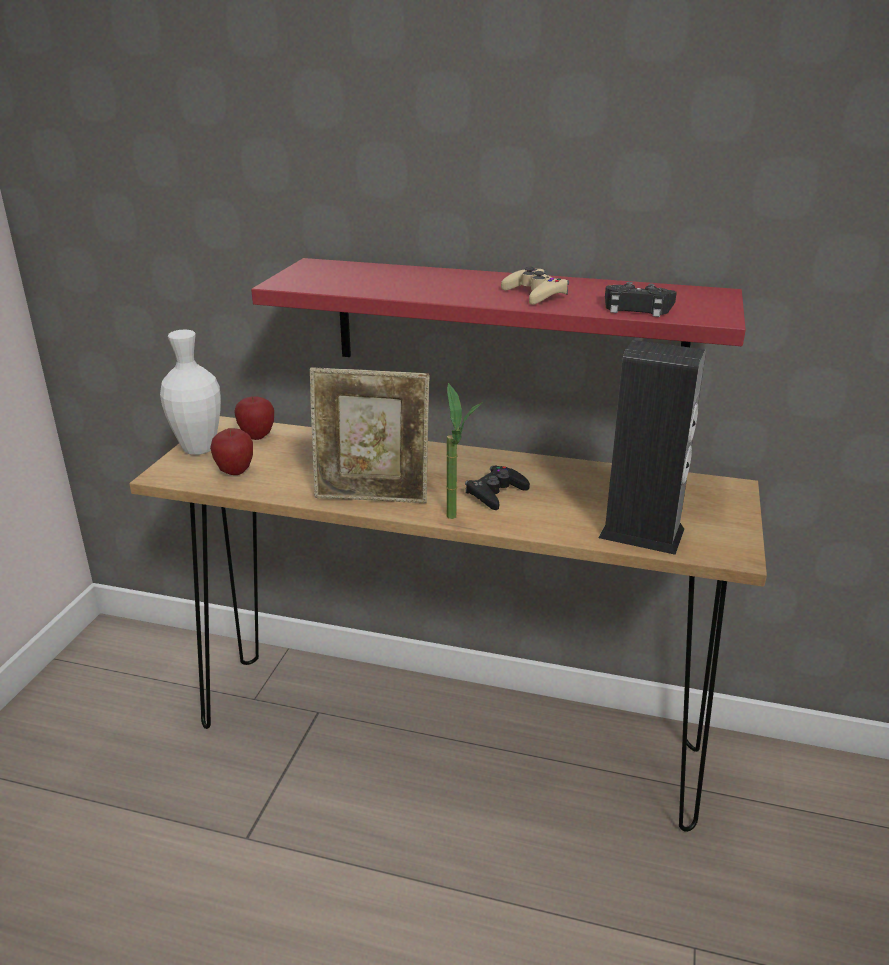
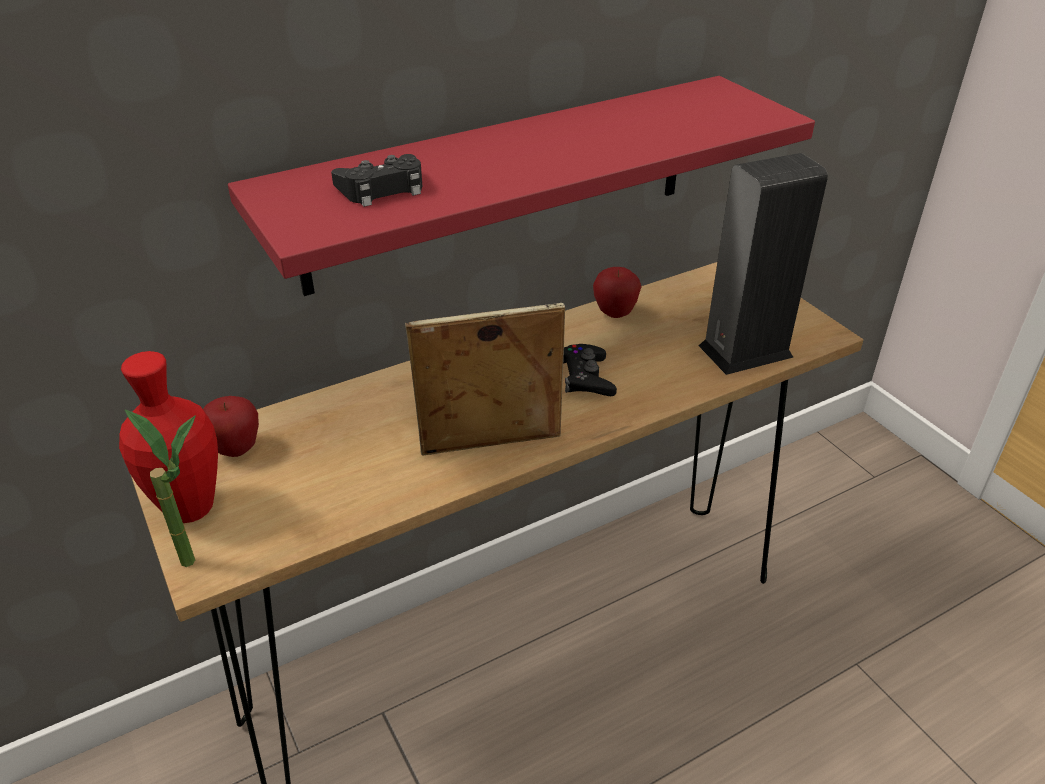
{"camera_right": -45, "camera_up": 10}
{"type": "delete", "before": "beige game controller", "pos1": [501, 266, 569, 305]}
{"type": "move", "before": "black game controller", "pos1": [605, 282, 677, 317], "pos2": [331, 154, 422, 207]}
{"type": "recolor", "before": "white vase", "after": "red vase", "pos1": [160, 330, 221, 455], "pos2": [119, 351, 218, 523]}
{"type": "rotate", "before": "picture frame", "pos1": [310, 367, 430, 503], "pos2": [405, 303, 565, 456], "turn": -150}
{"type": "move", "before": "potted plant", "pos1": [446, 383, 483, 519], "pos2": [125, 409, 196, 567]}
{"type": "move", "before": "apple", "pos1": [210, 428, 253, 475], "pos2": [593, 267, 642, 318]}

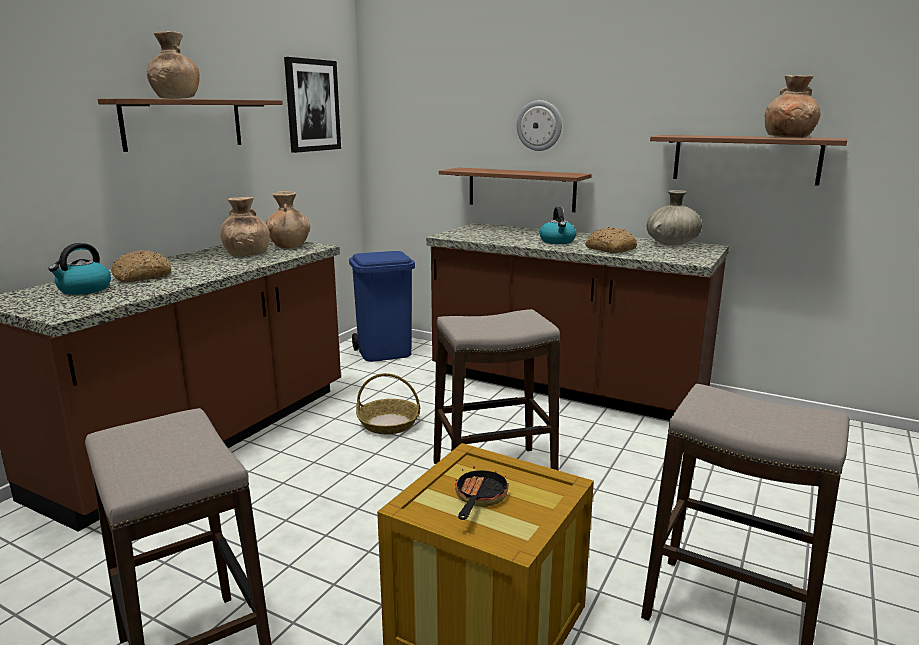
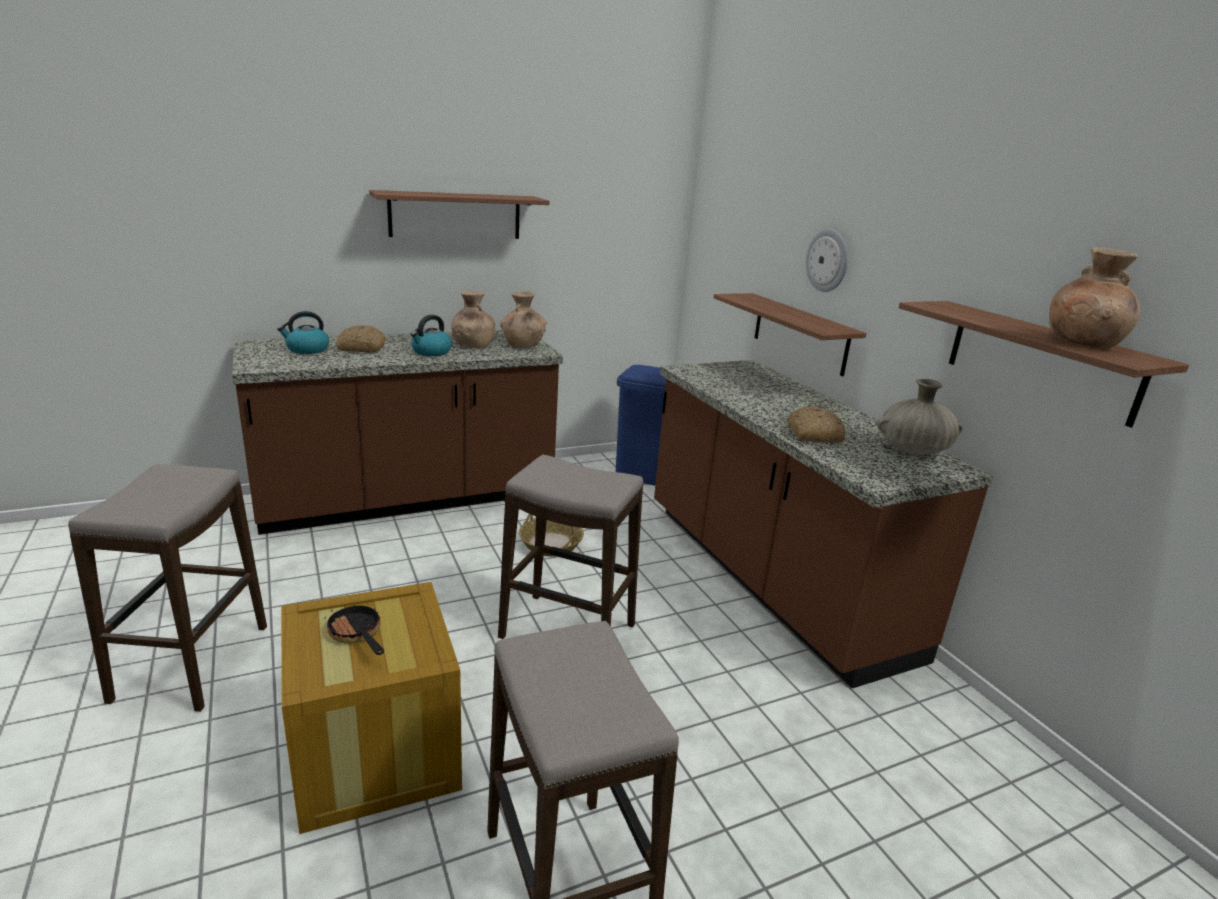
{"camera_right": 35, "camera_up": 5}
{"type": "delete", "before": "brown vase", "pos1": [147, 31, 200, 99]}
{"type": "delete", "before": "picture", "pos1": [284, 57, 341, 153]}
{"type": "move", "before": "kettle", "pos1": [540, 207, 576, 244], "pos2": [410, 315, 452, 356]}
{"type": "rotate", "before": "frying pan", "pos1": [455, 466, 509, 520], "pos2": [325, 602, 384, 655], "turn": -90}

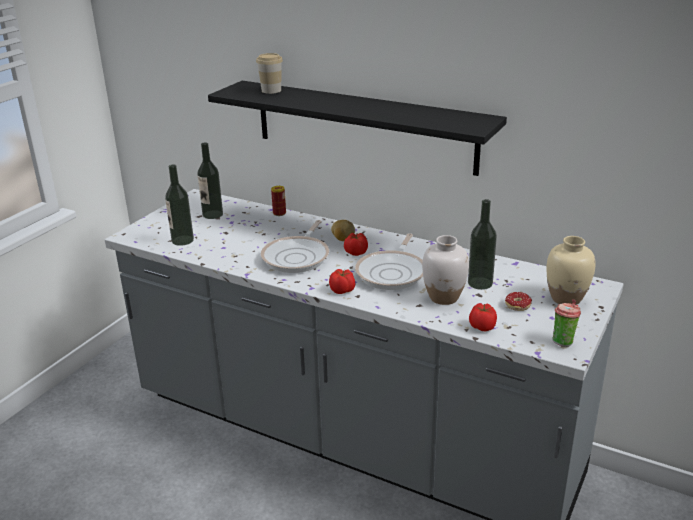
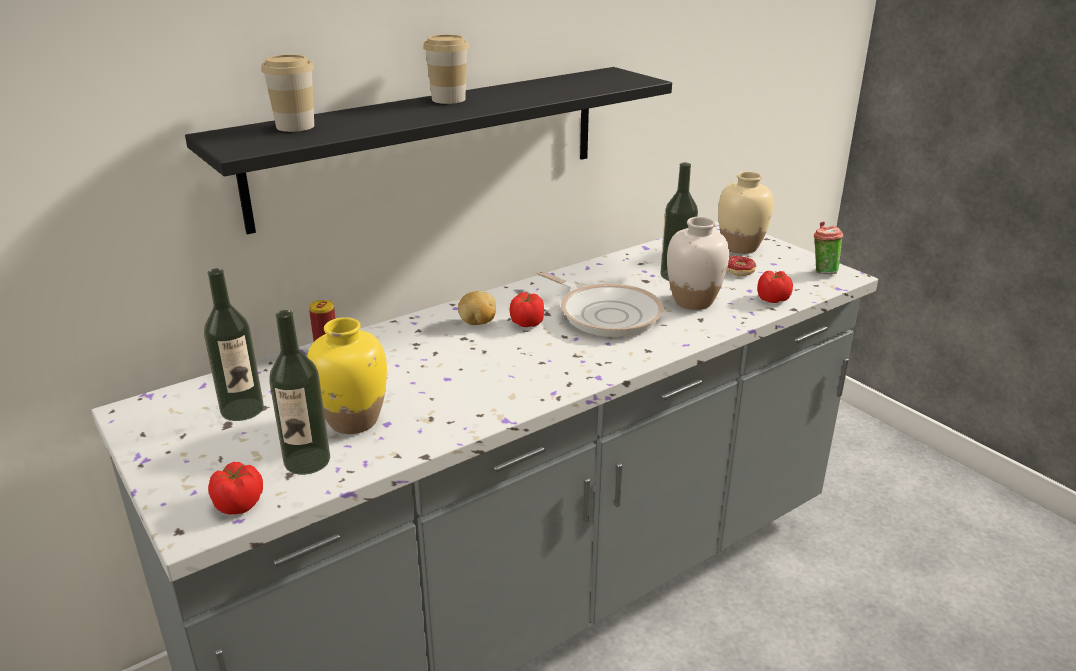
{"camera_right": -65, "camera_up": 0}
{"type": "delete", "before": "frying pan", "pos1": [261, 220, 329, 273]}
{"type": "move", "before": "tomato", "pos1": [329, 269, 356, 294], "pos2": [208, 462, 263, 515]}
{"type": "insert", "after": "cup", "pos2": [423, 34, 469, 104]}
{"type": "insert", "after": "yellow vase", "pos2": [307, 317, 387, 434]}

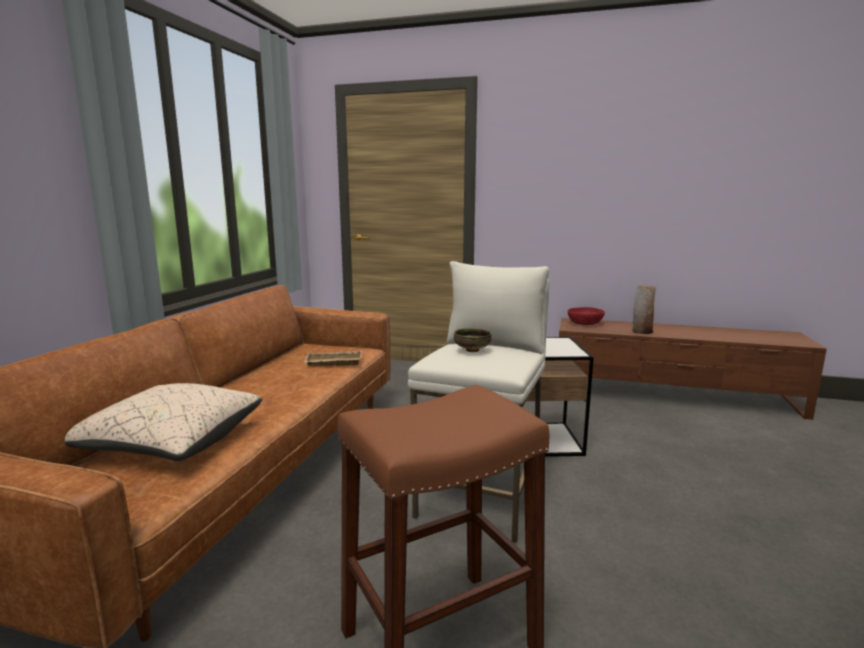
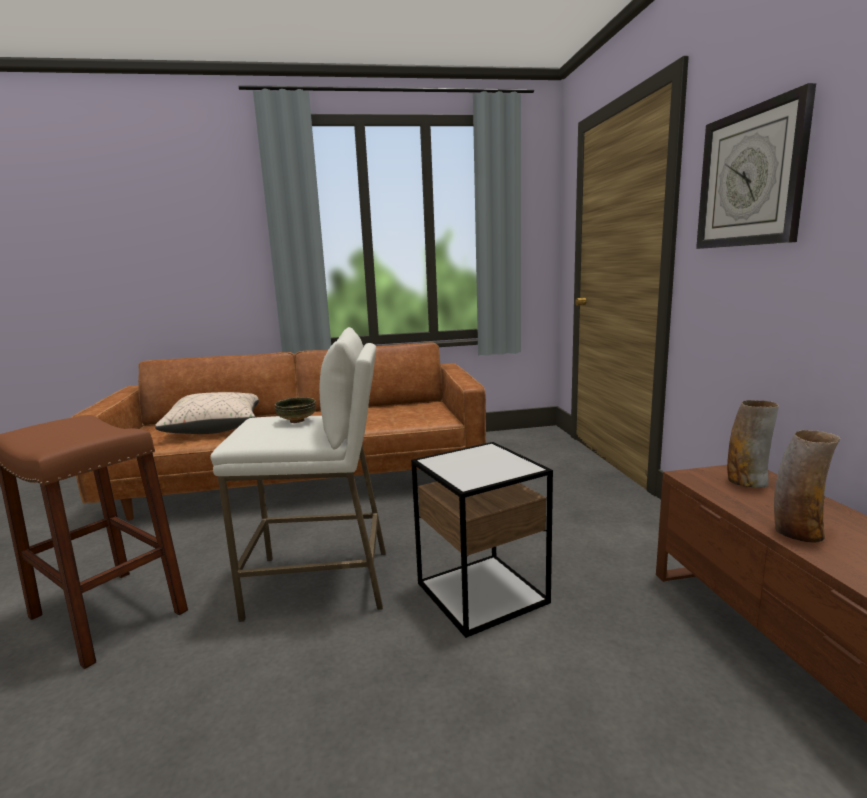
{"camera_right": 65, "camera_up": 0}
{"type": "replace", "before": "red bowl", "after": "vase", "pos1": [568, 307, 605, 325], "pos2": [727, 400, 779, 488]}
{"type": "delete", "before": "beige tray", "pos1": [304, 350, 362, 366]}
{"type": "insert", "after": "wall clock", "pos2": [696, 83, 816, 249]}

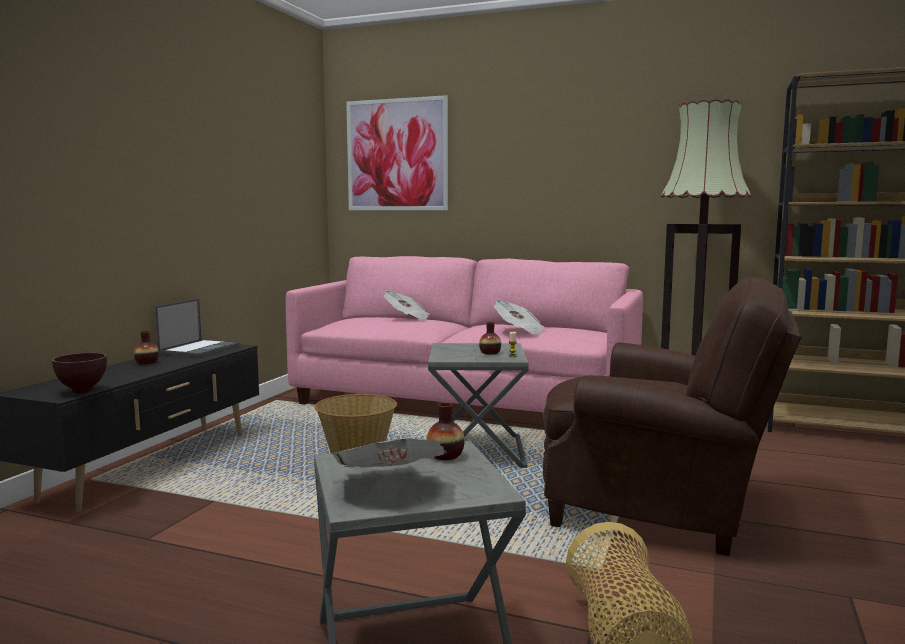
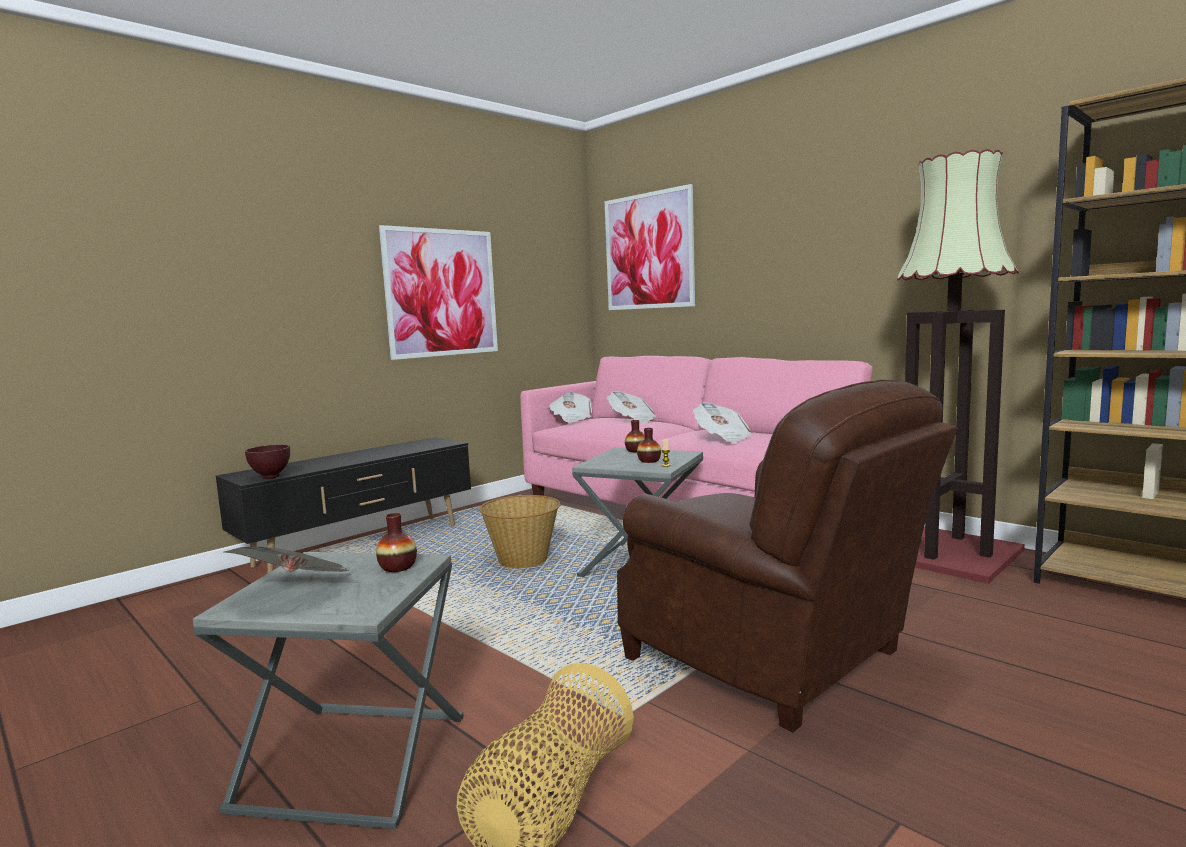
{"camera_right": 25, "camera_up": 0}
{"type": "delete", "before": "laptop", "pos1": [154, 299, 240, 357]}
{"type": "move", "before": "vase", "pos1": [134, 331, 159, 364], "pos2": [625, 420, 645, 452]}
{"type": "insert", "after": "picture", "pos2": [379, 225, 498, 360]}
{"type": "insert", "after": "newspaper", "pos2": [549, 392, 592, 423]}

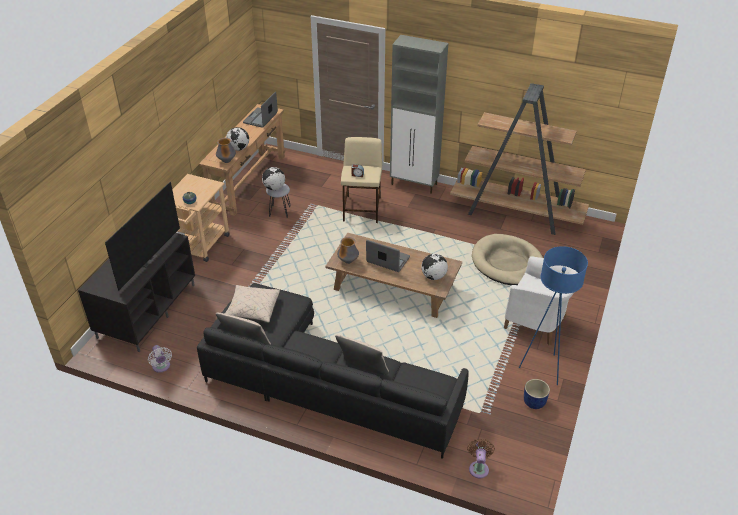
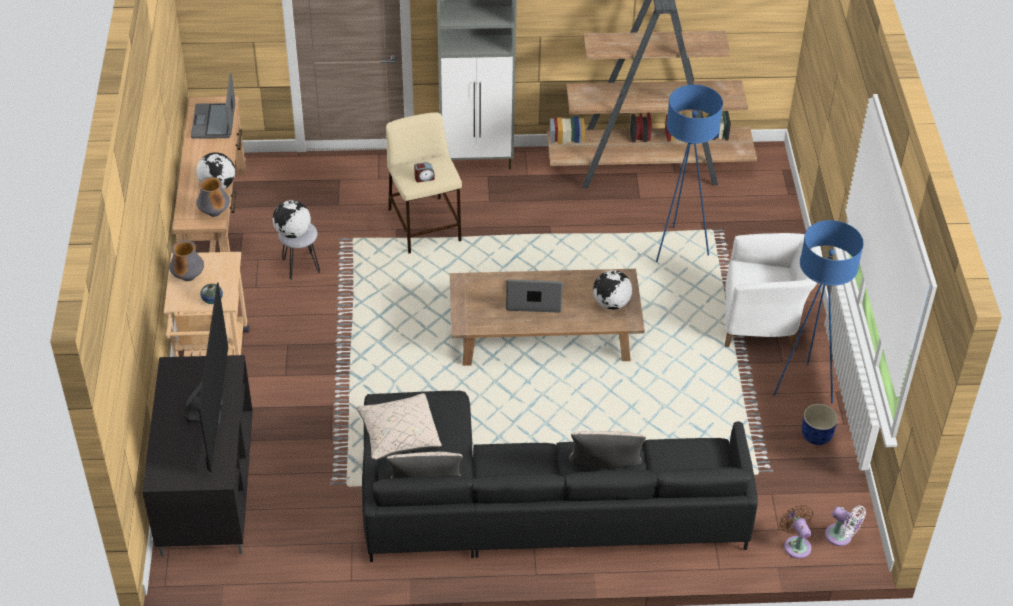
{"camera_right": -25, "camera_up": 5}
{"type": "replace", "before": "beige dog bed", "after": "blue floor lamp", "pos1": [472, 234, 543, 285], "pos2": [656, 85, 723, 262]}
{"type": "move", "before": "vase", "pos1": [337, 237, 359, 264], "pos2": [169, 240, 204, 281]}
{"type": "move", "before": "white fan", "pos1": [148, 345, 172, 373], "pos2": [825, 506, 866, 546]}

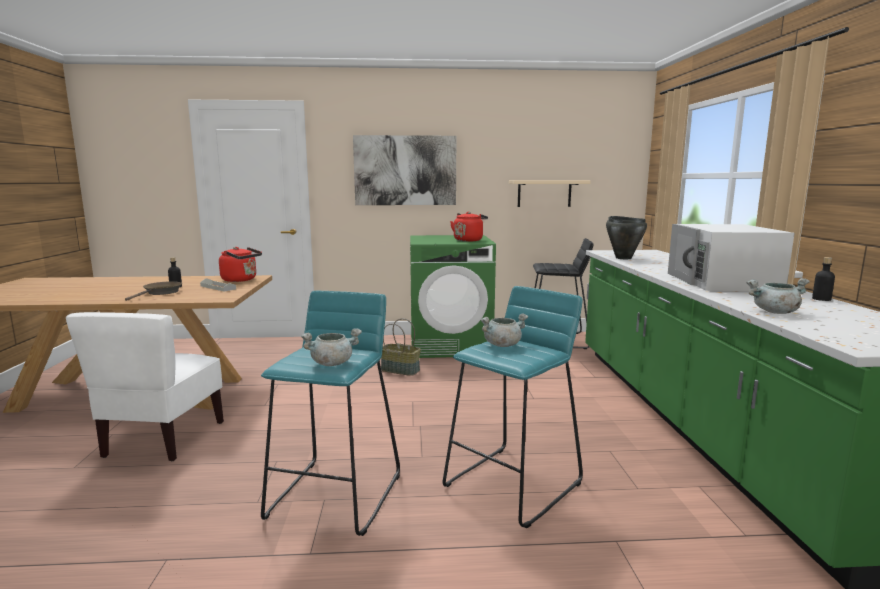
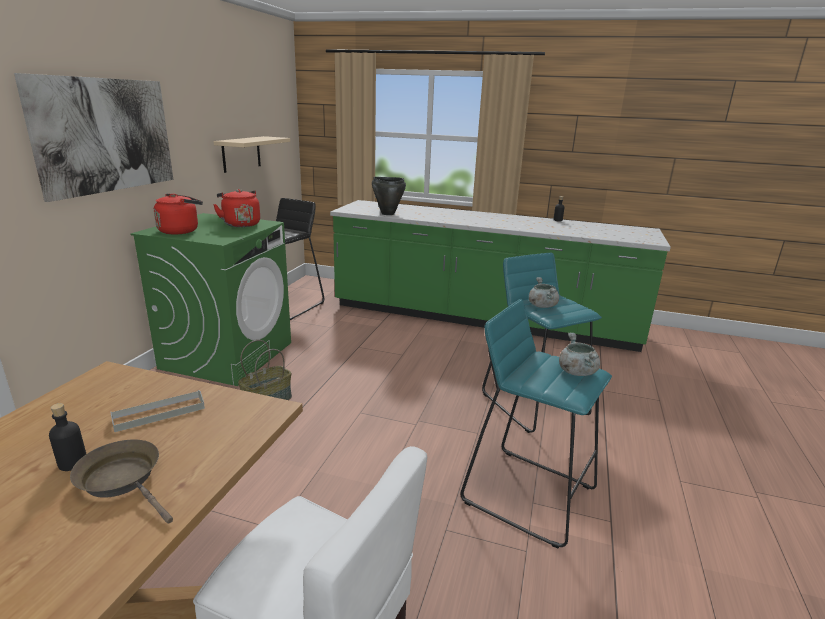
{"camera_right": -70, "camera_up": 10}
{"type": "delete", "before": "white microwave", "pos1": [668, 224, 794, 291]}
{"type": "move", "before": "red kettle", "pos1": [219, 247, 262, 282], "pos2": [154, 194, 203, 234]}
{"type": "delete", "before": "grey cooking pot", "pos1": [746, 278, 810, 314]}

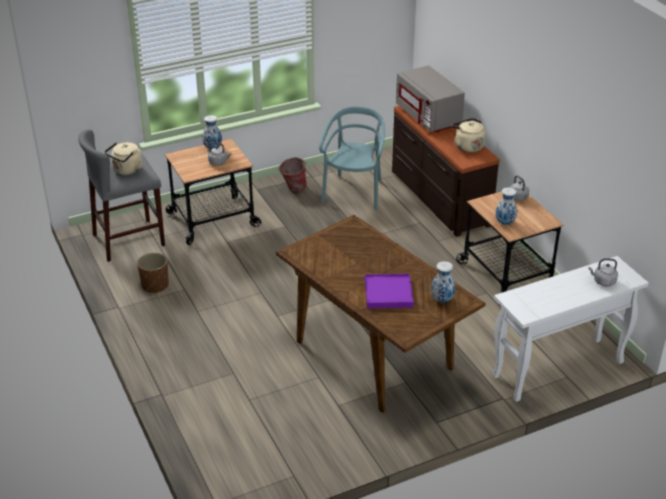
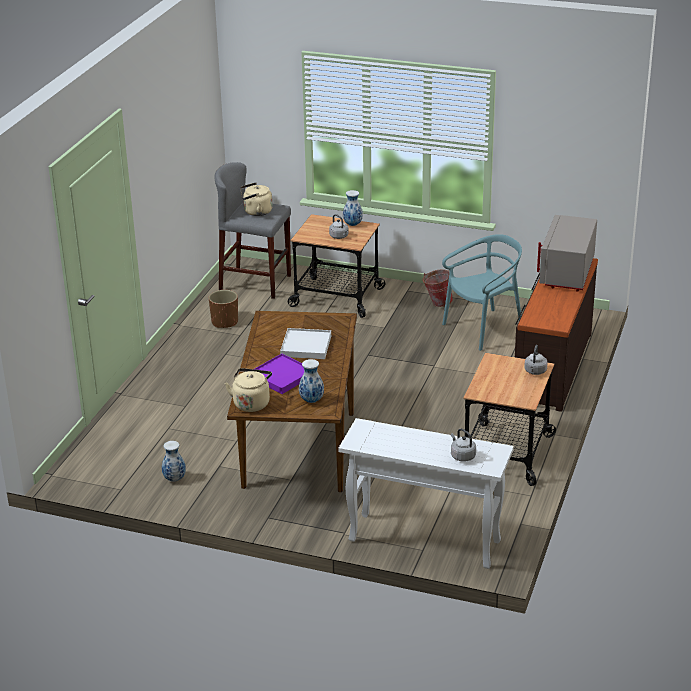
{"camera_right": 45, "camera_up": -5}
{"type": "move", "before": "beige kettle", "pos1": [452, 118, 485, 153], "pos2": [225, 368, 272, 412]}
{"type": "move", "before": "vase", "pos1": [495, 188, 517, 225], "pos2": [162, 441, 186, 482]}
{"type": "insert", "after": "white tray", "pos2": [280, 328, 331, 359]}

